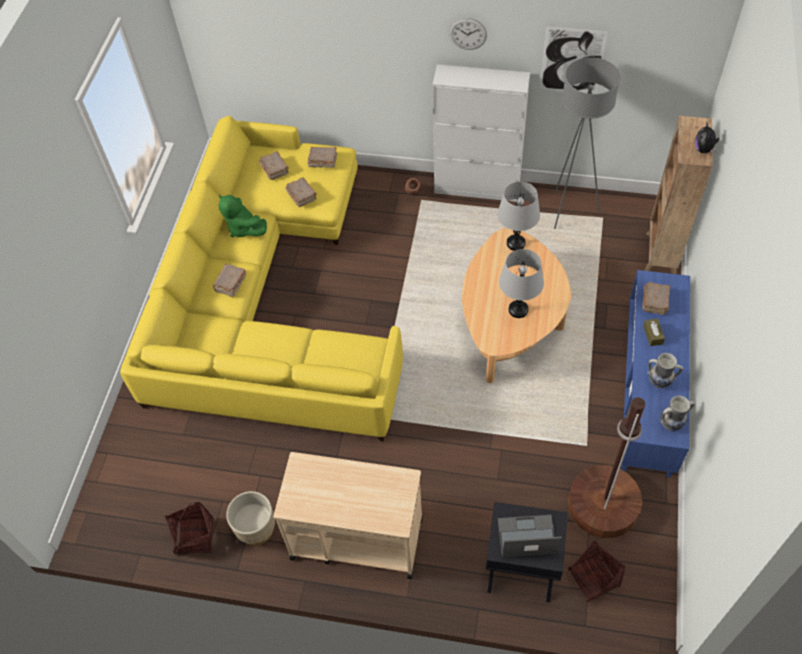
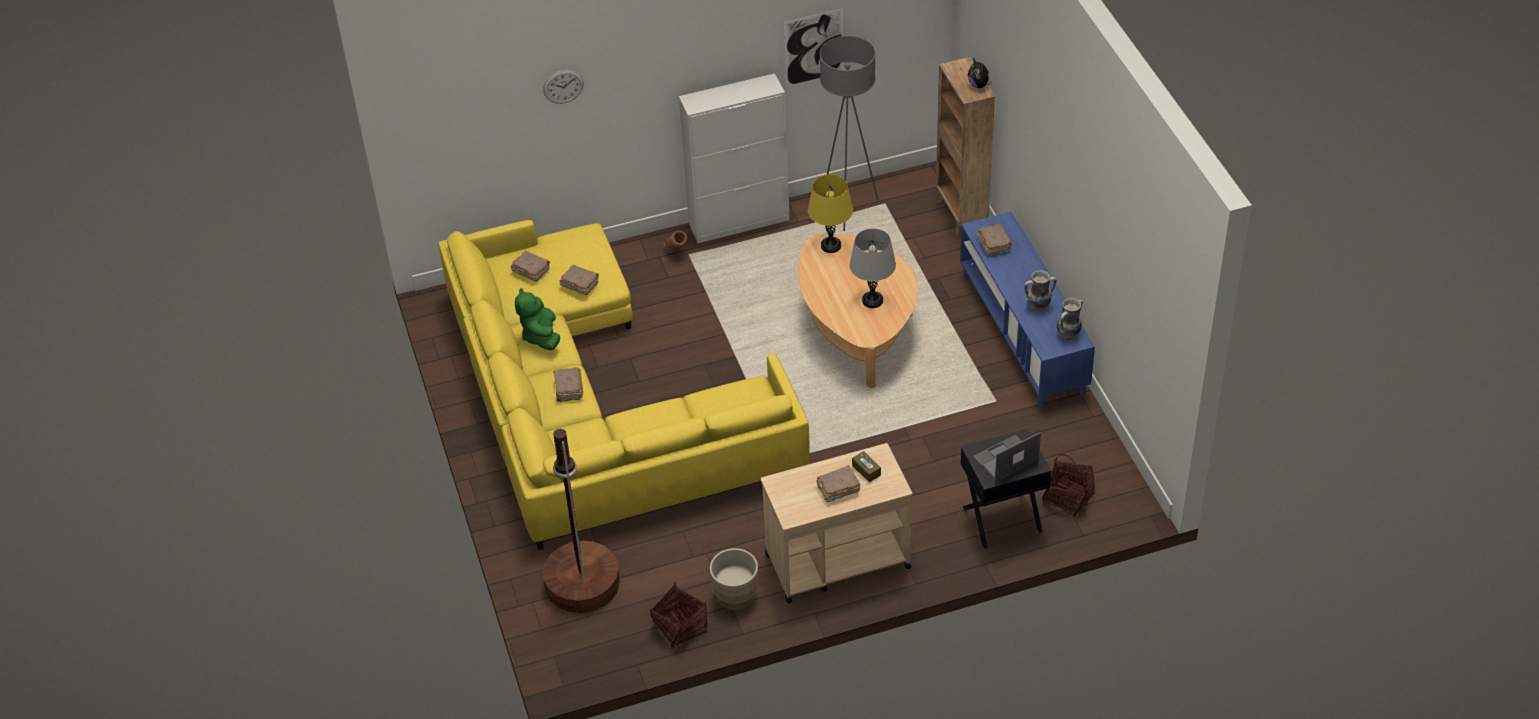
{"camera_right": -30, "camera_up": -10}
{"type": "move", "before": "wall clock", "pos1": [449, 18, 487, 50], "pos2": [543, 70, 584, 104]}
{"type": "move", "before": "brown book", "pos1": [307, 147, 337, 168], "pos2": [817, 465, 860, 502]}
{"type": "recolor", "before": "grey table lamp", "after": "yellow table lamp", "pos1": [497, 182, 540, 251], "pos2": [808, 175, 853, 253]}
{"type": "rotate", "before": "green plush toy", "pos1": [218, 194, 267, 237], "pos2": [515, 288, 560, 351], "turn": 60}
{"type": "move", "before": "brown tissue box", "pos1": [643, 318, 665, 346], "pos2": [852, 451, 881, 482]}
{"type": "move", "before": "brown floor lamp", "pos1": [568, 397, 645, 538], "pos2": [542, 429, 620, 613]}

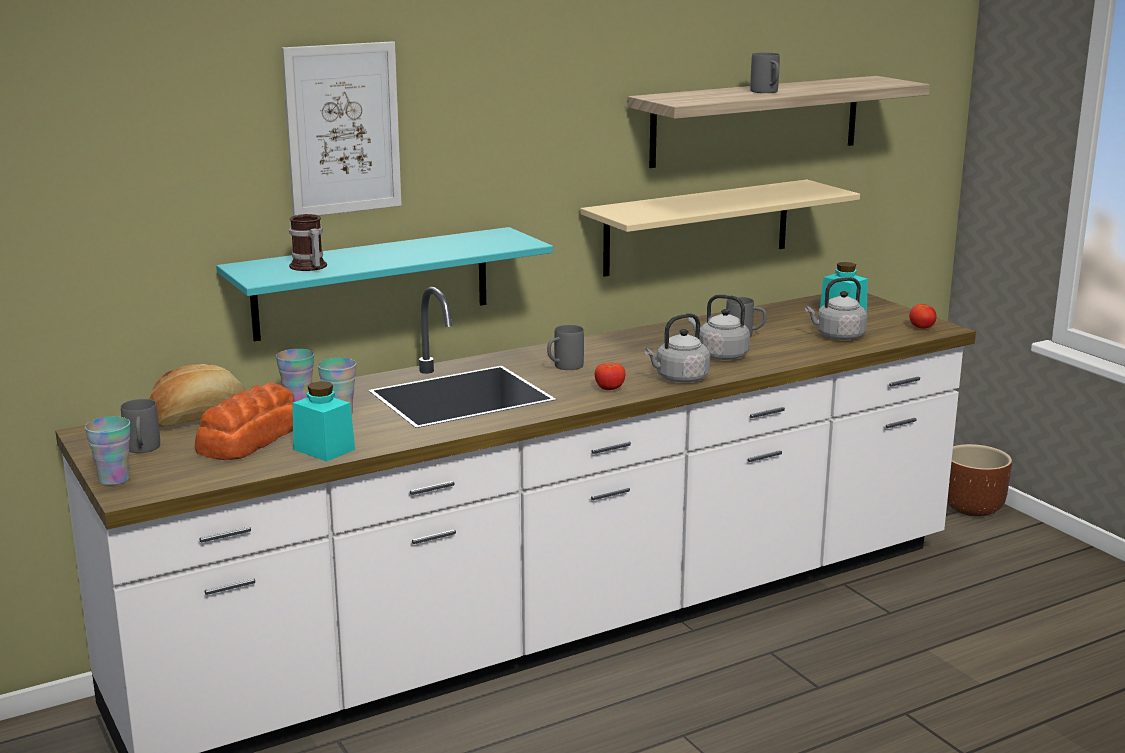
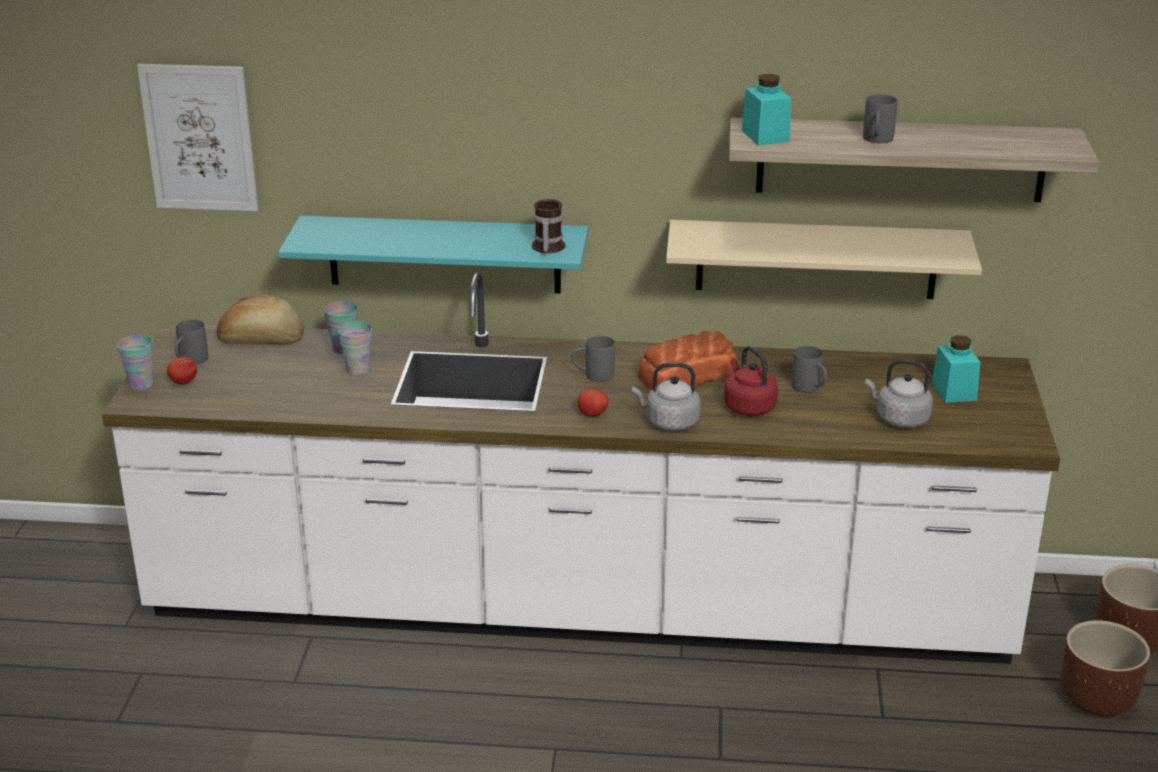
{"camera_right": 35, "camera_up": 10}
{"type": "move", "before": "picture", "pos1": [282, 41, 401, 216], "pos2": [137, 64, 259, 212]}
{"type": "move", "before": "mug", "pos1": [289, 214, 327, 271], "pos2": [532, 199, 566, 253]}
{"type": "recolor", "before": "grey kettle", "after": "red kettle", "pos1": [688, 294, 750, 360], "pos2": [724, 346, 778, 416]}
{"type": "move", "before": "tomato", "pos1": [909, 304, 937, 329], "pos2": [167, 357, 197, 384]}
{"type": "move", "before": "turquoise jar", "pos1": [293, 381, 355, 462], "pos2": [742, 74, 791, 145]}
{"type": "move", "before": "bread", "pos1": [195, 382, 295, 460], "pos2": [638, 331, 738, 390]}
{"type": "insert", "after": "brown planter", "pos2": [1061, 620, 1150, 717]}

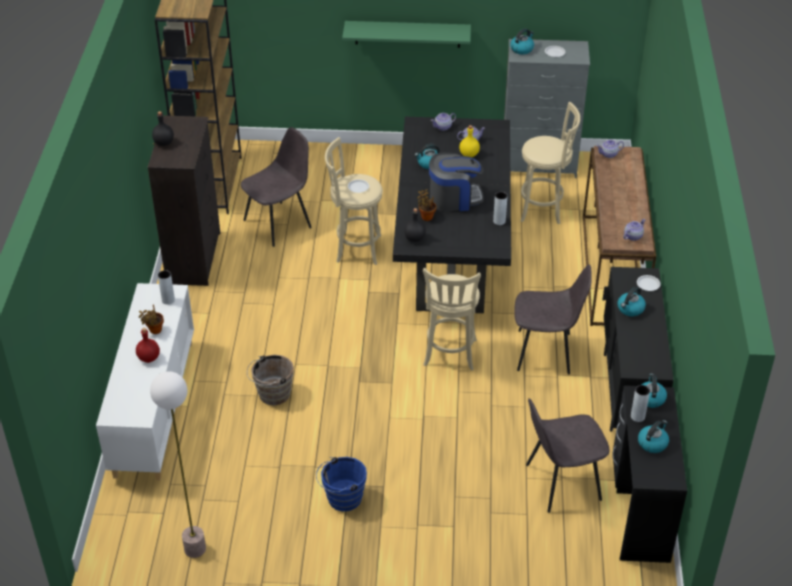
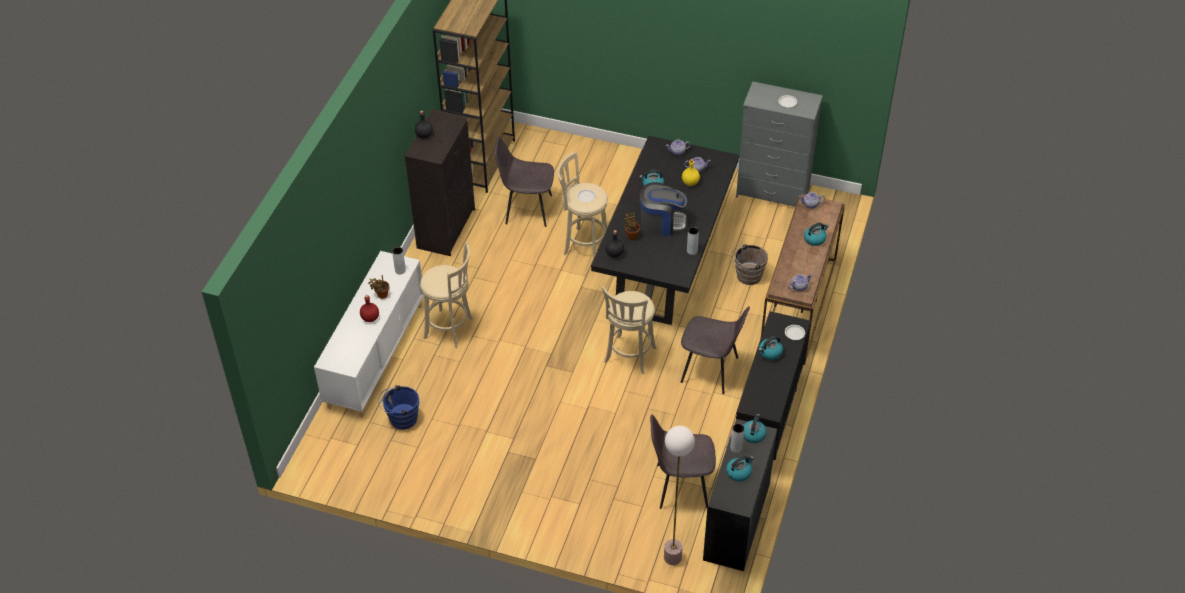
{"camera_right": 15, "camera_up": 5}
{"type": "delete", "before": "green shelf", "pos1": [342, 21, 471, 48]}
{"type": "move", "before": "kettle", "pos1": [510, 29, 534, 55], "pos2": [804, 223, 829, 246]}
{"type": "move", "before": "beige stool", "pos1": [521, 102, 580, 224], "pos2": [420, 242, 473, 348]}
{"type": "rotate", "before": "grey chair", "pos1": [241, 127, 312, 247], "pos2": [494, 137, 554, 227], "turn": -150}
{"type": "move", "before": "brown bucket", "pos1": [247, 355, 294, 405], "pos2": [731, 244, 768, 285]}
{"type": "move", "before": "floor lamp", "pos1": [150, 371, 206, 558], "pos2": [664, 426, 695, 565]}
{"type": "move", "before": "blue bucket", "pos1": [316, 457, 367, 511], "pos2": [378, 385, 419, 430]}

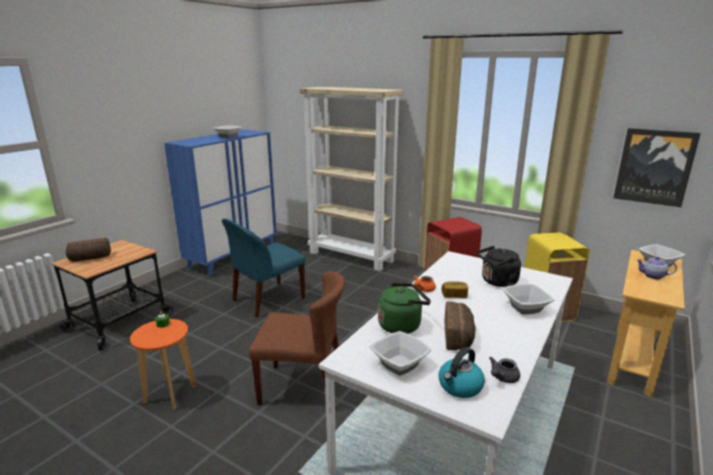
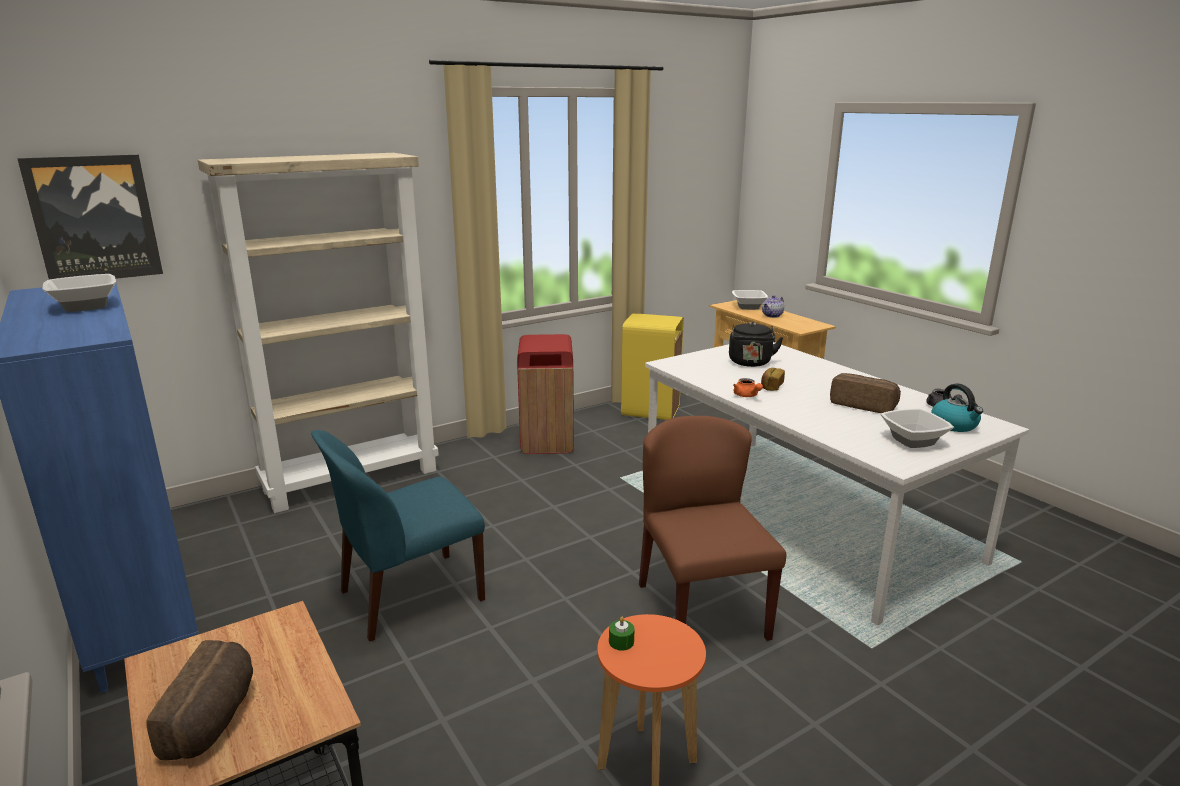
{"camera_right": -65, "camera_up": 0}
{"type": "move", "before": "picture", "pos1": [613, 128, 701, 207], "pos2": [17, 155, 163, 280]}
{"type": "rotate", "before": "blue chair", "pos1": [222, 218, 305, 318], "pos2": [311, 430, 485, 642], "turn": 75}
{"type": "rotate", "before": "brown chair", "pos1": [249, 271, 345, 406], "pos2": [639, 416, 786, 641], "turn": -45}
{"type": "delete", "before": "green kettle", "pos1": [378, 283, 431, 334]}
{"type": "delete", "before": "bowl", "pos1": [502, 284, 554, 315]}

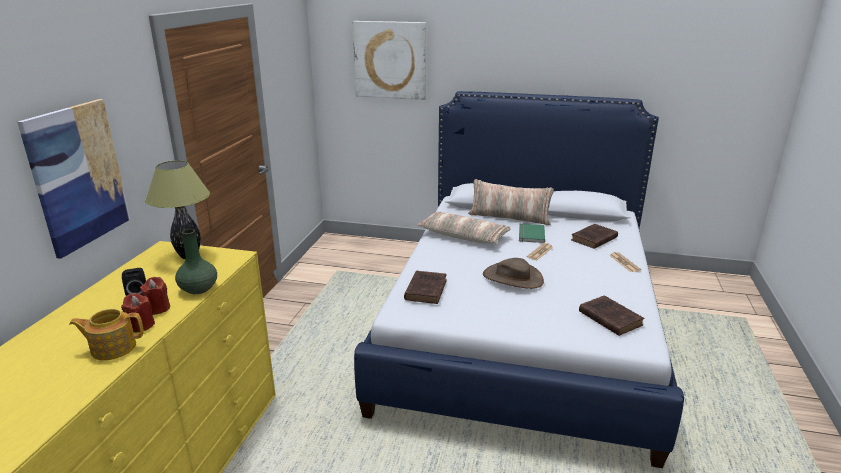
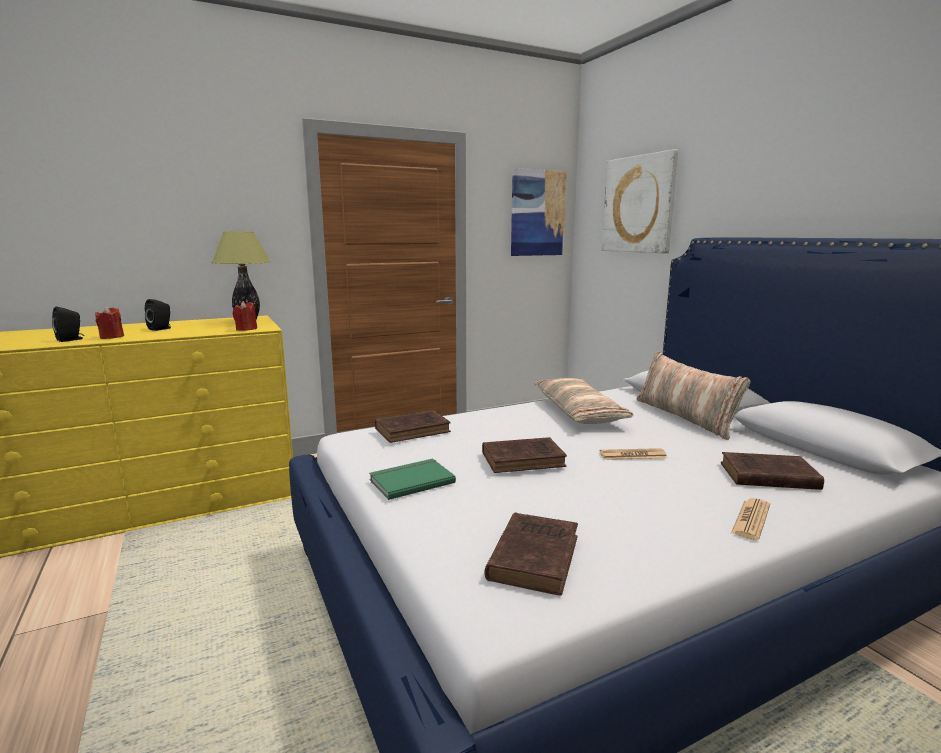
{"camera_right": 50, "camera_up": -10}
{"type": "move", "before": "picture", "pos1": [17, 99, 130, 259], "pos2": [511, 168, 567, 256]}
{"type": "move", "before": "green book", "pos1": [519, 224, 545, 243], "pos2": [369, 459, 456, 500]}
{"type": "delete", "before": "green vase", "pos1": [175, 229, 217, 294]}
{"type": "replace", "before": "brown hat", "after": "brown book", "pos1": [483, 258, 544, 289], "pos2": [482, 437, 567, 473]}
{"type": "move", "before": "red candle", "pos1": [140, 277, 170, 315], "pos2": [233, 301, 257, 331]}
{"type": "replace", "before": "teapot", "after": "black speaker", "pos1": [69, 309, 144, 360], "pos2": [52, 306, 84, 342]}

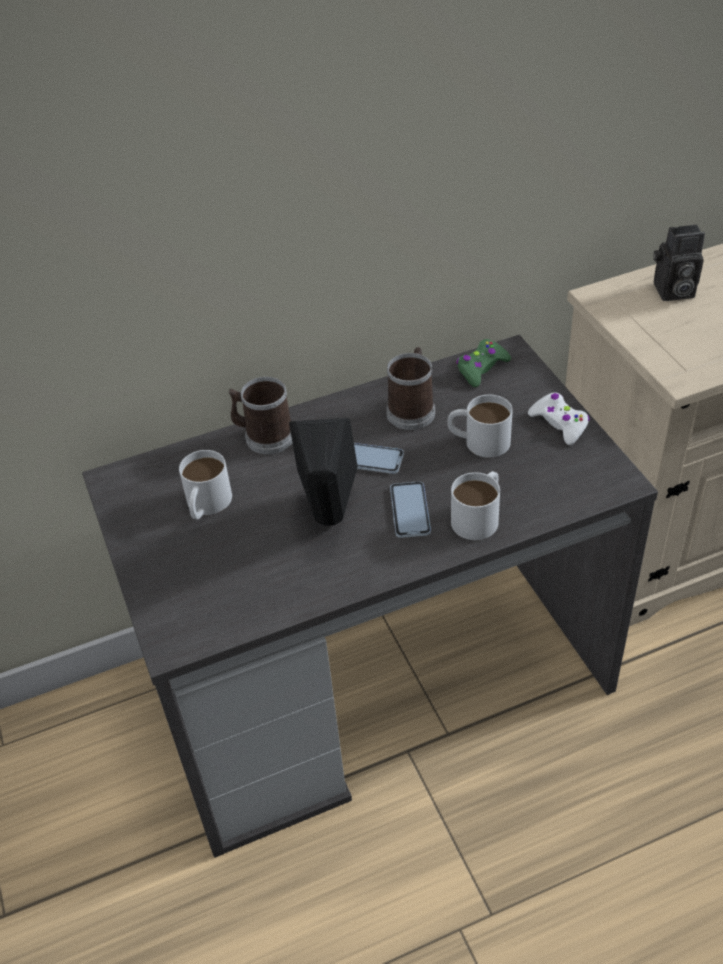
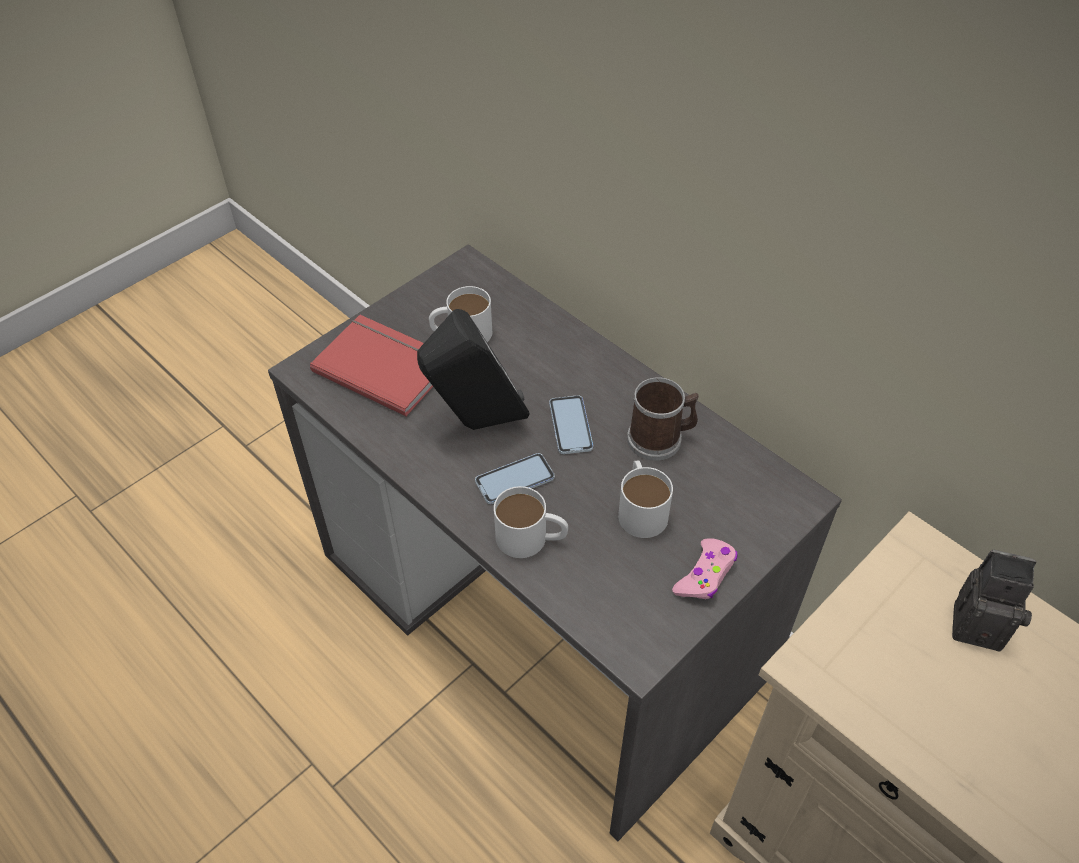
{"camera_right": 65, "camera_up": 5}
{"type": "rotate", "before": "photo camera", "pos1": [654, 224, 705, 301], "pos2": [952, 550, 1037, 652], "turn": 135}
{"type": "delete", "before": "green game controller", "pos1": [456, 339, 511, 387]}
{"type": "delete", "before": "mug", "pos1": [229, 377, 292, 454]}
{"type": "recolor", "before": "white game controller", "after": "pink game controller", "pos1": [528, 393, 590, 445], "pos2": [672, 538, 738, 599]}
{"type": "insert", "after": "red book", "pos2": [310, 315, 433, 417]}

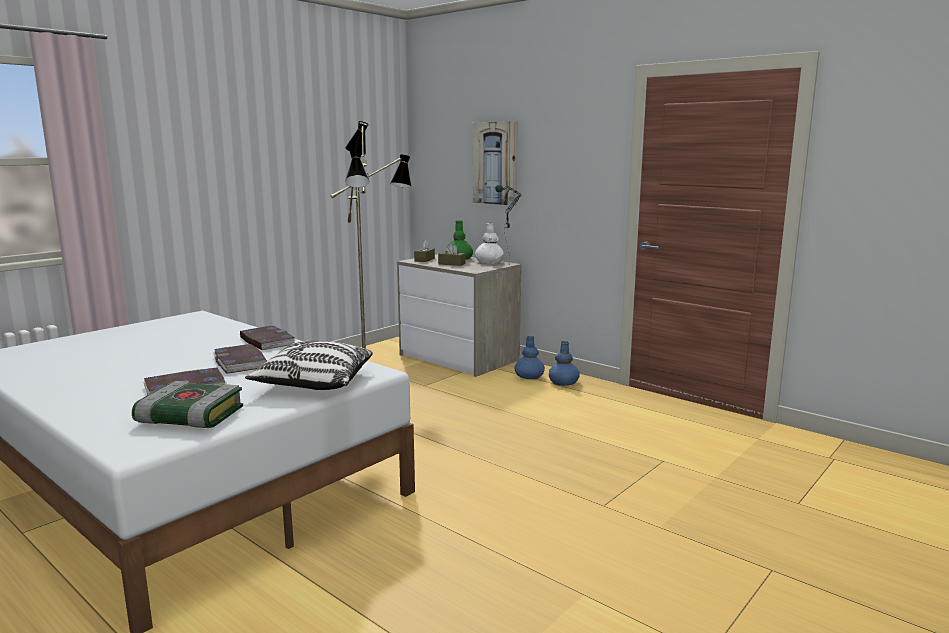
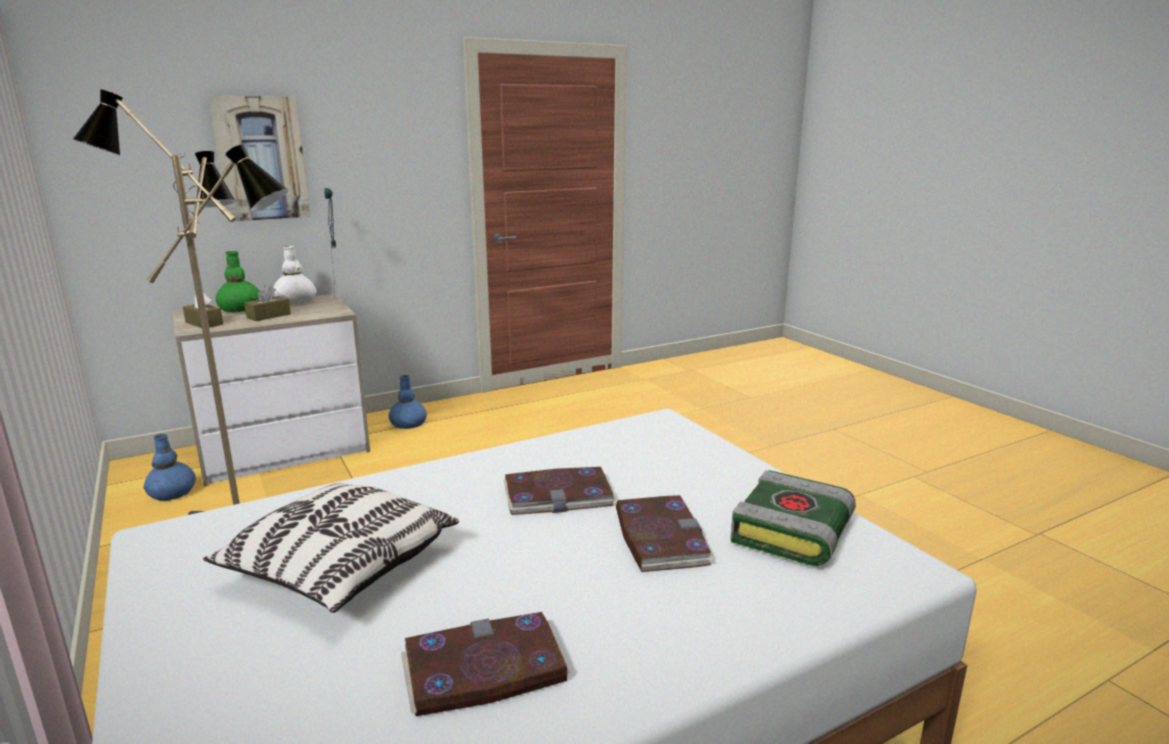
{"camera_right": -70, "camera_up": 5}
{"type": "move", "before": "book", "pos1": [240, 326, 297, 350], "pos2": [401, 612, 570, 716]}
{"type": "move", "before": "pillow", "pos1": [245, 341, 373, 390], "pos2": [203, 483, 459, 613]}
{"type": "move", "before": "blue vase", "pos1": [549, 341, 580, 386], "pos2": [143, 434, 196, 501]}

